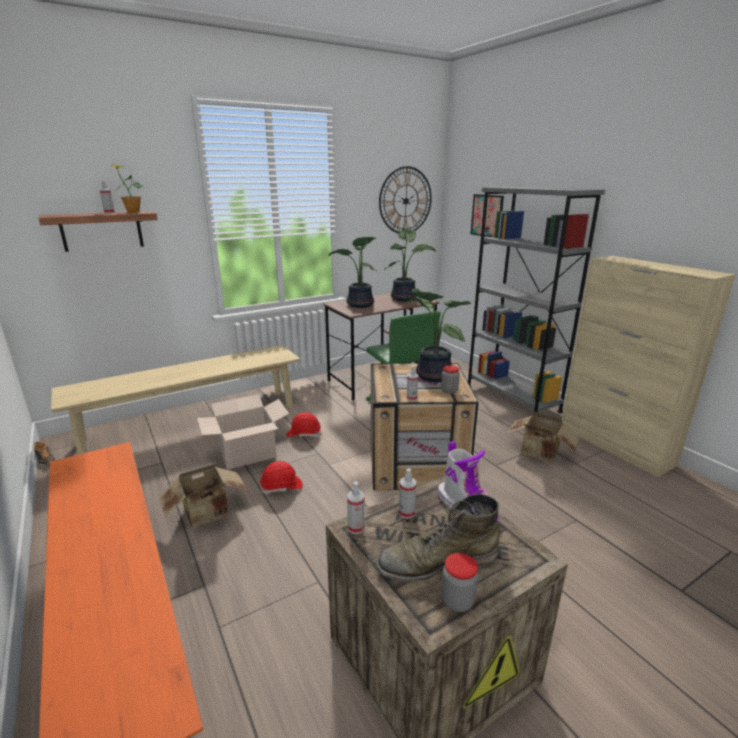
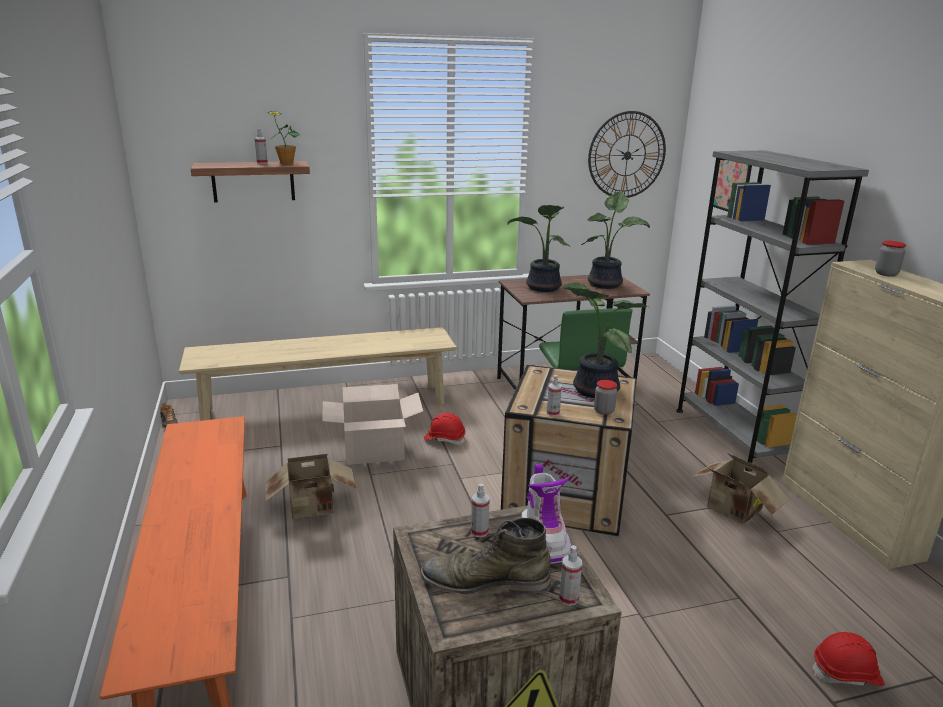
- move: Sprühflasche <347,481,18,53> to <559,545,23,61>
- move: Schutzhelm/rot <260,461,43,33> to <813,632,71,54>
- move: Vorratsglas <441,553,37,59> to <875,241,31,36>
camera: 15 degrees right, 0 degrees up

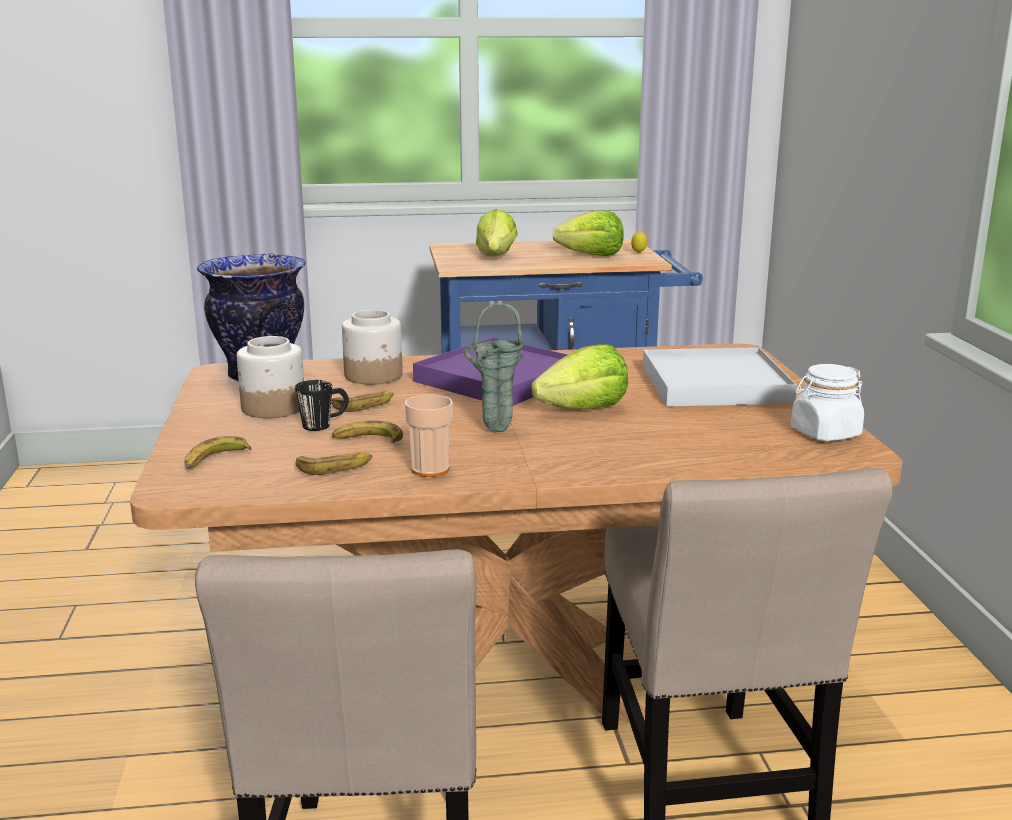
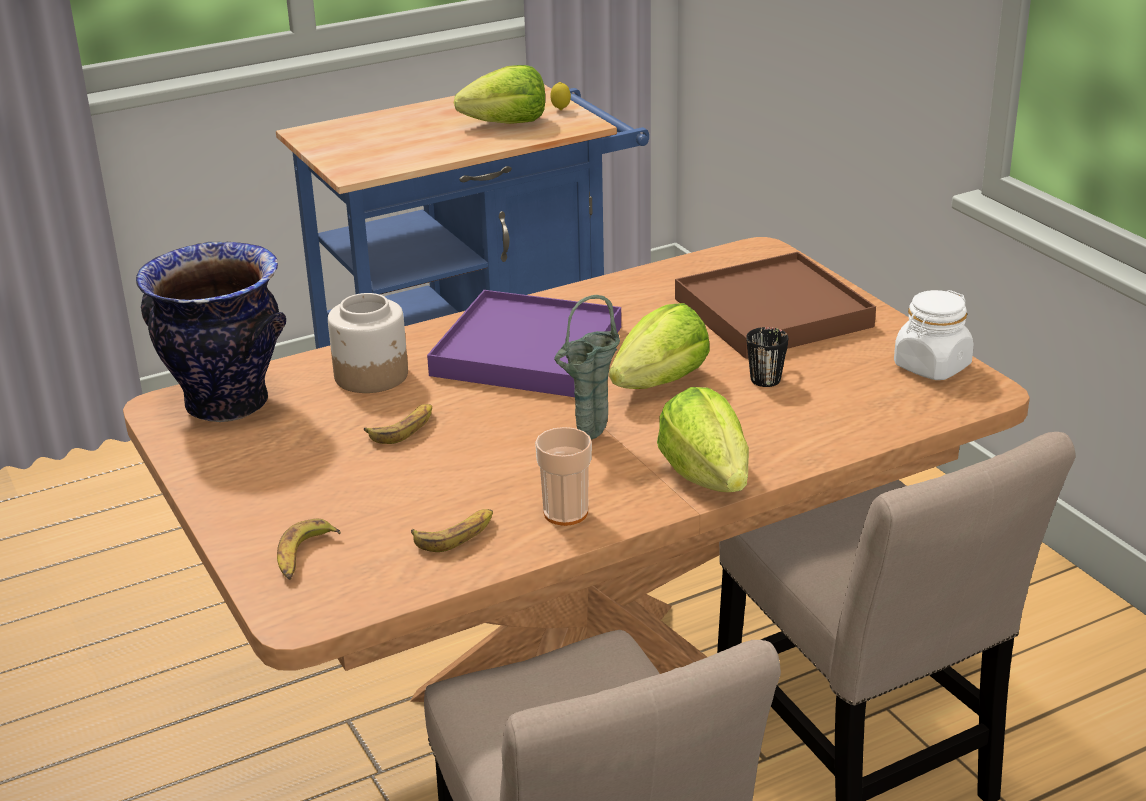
- move: Salatkopf <476,209,42,47> to <657,387,92,105>
- recolor: Tablett/weiß <643,347,154,59> to Tablett/braun <675,252,201,107>
- move: Henkelbecher/schwarz <295,380,54,51> to <746,327,42,60>
- delete: Vorratsglas <237,336,67,82>
- delete: Banane <332,420,71,24>
camera: 20 degrees left, 10 degrees up

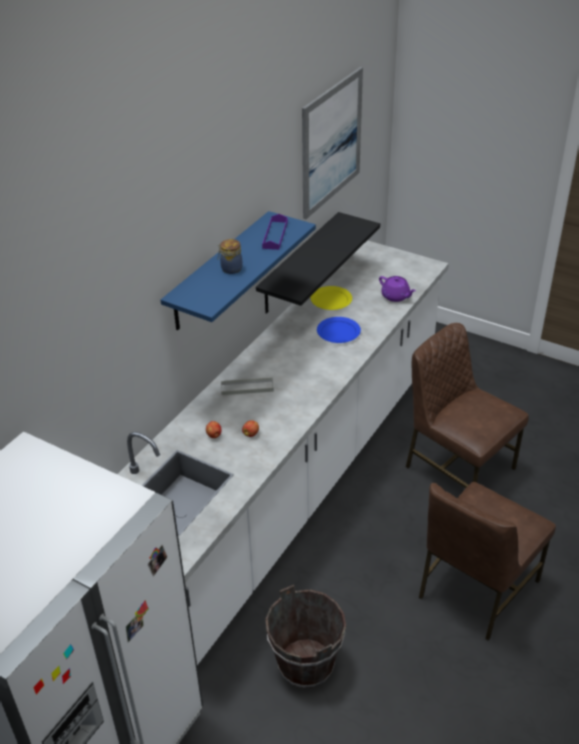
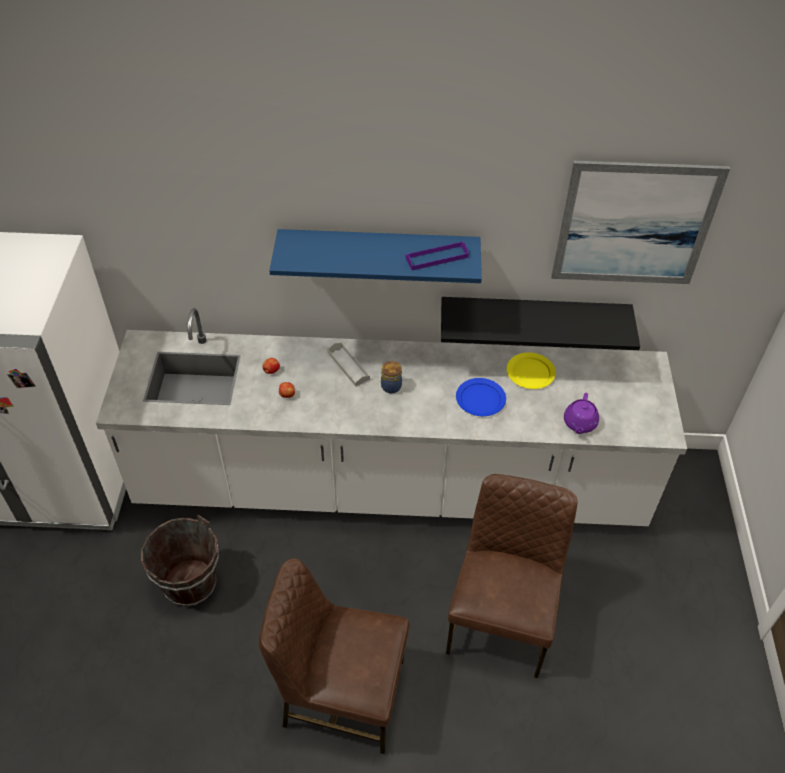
- move: Vorratsglas <218,239,25,35> to <381,360,21,33>
camera: 60 degrees right, 10 degrees up

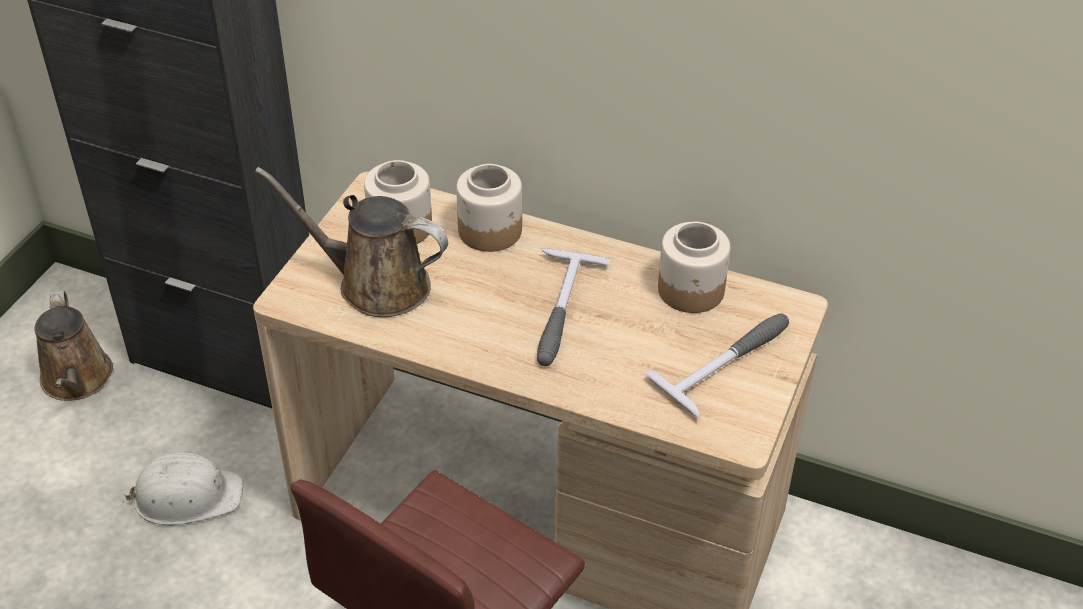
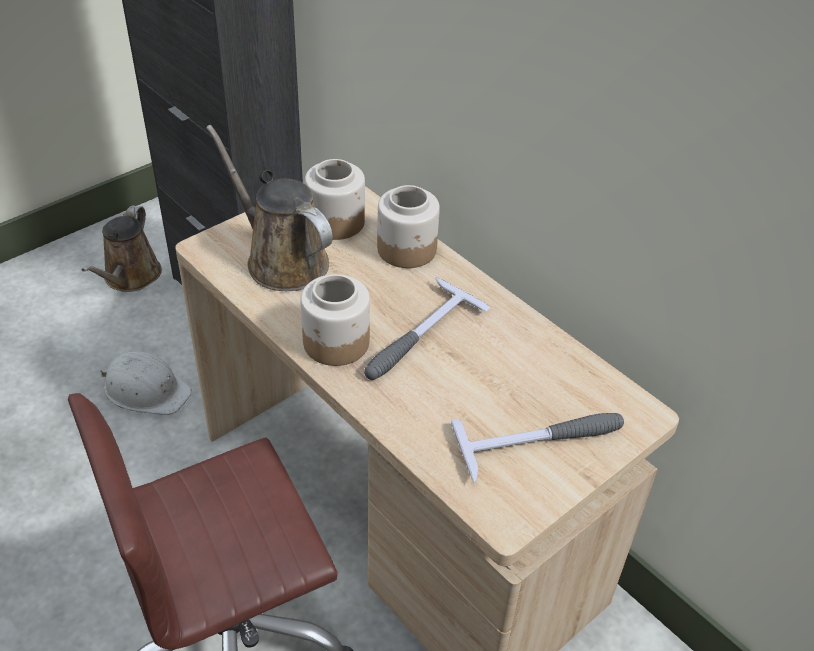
- move: Vorratsglas <658,222,72,91> to <300,274,70,92>
camera: 25 degrees right, 0 degrees up

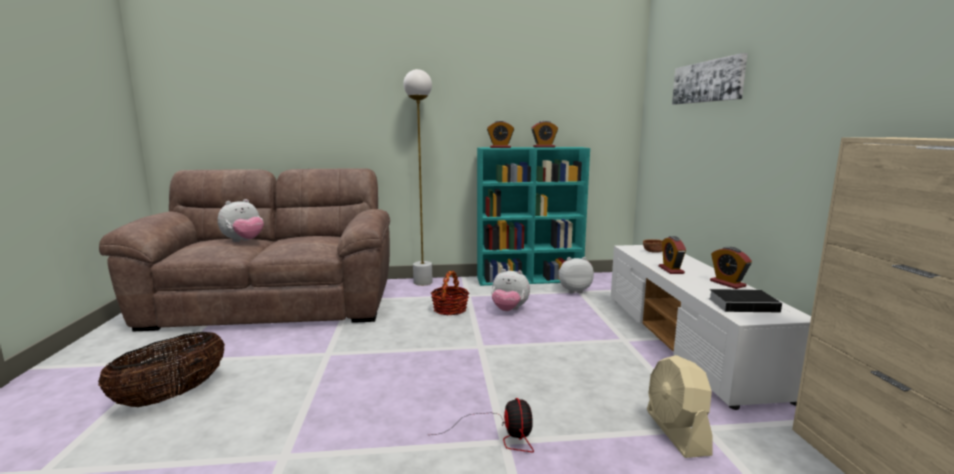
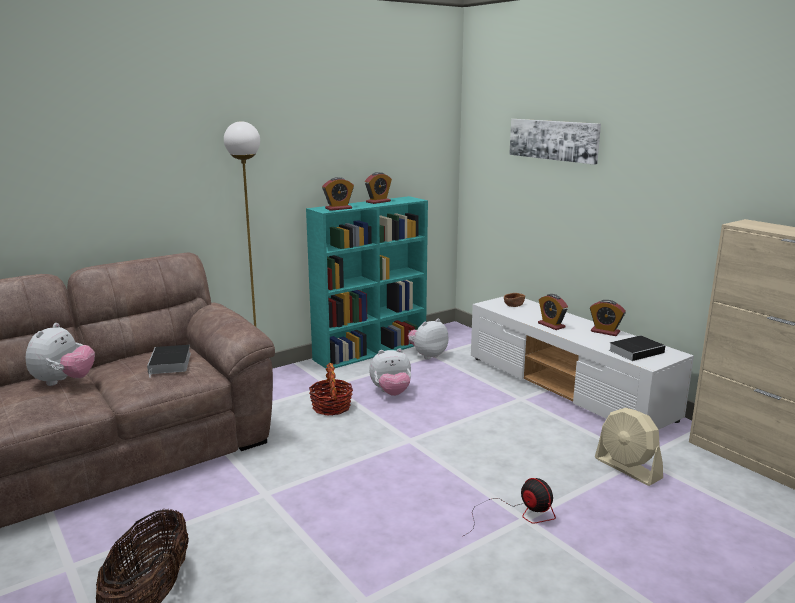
- insert: Buch <147,345,44,33>
camera: 30 degrees left, 5 degrees up

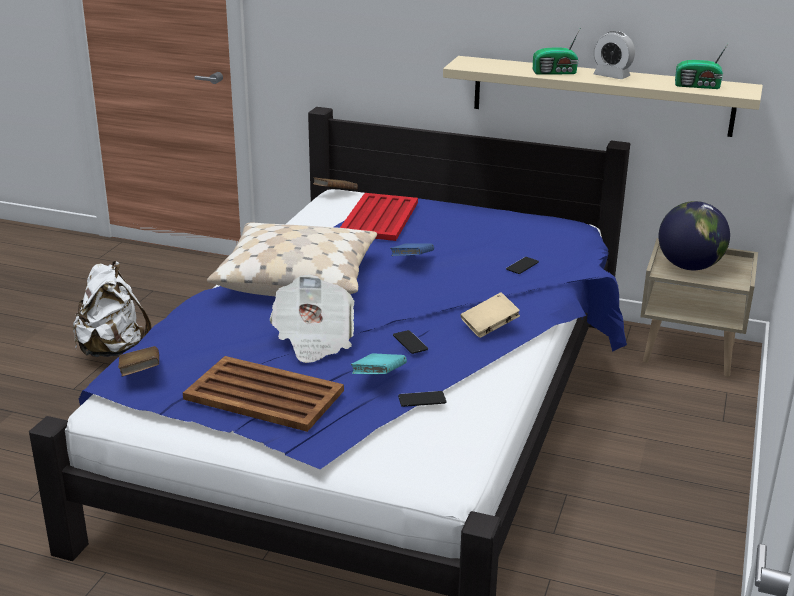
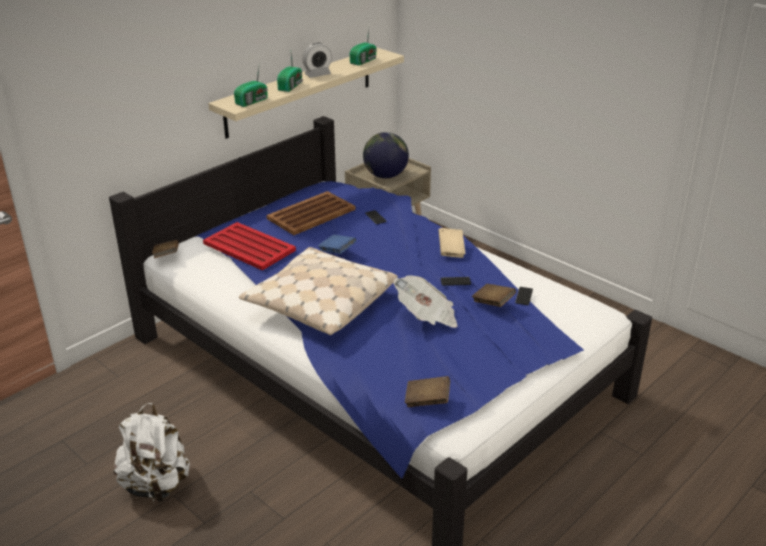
- insert: Radio <234,67,34,40>
- move: Tablett/braun <183,356,161,76> to <266,191,89,44>
- recolor: Buch/türkis <351,354,56,20> to Buch/braun <472,284,44,23>
camera: 65 degrees left, 5 degrees up

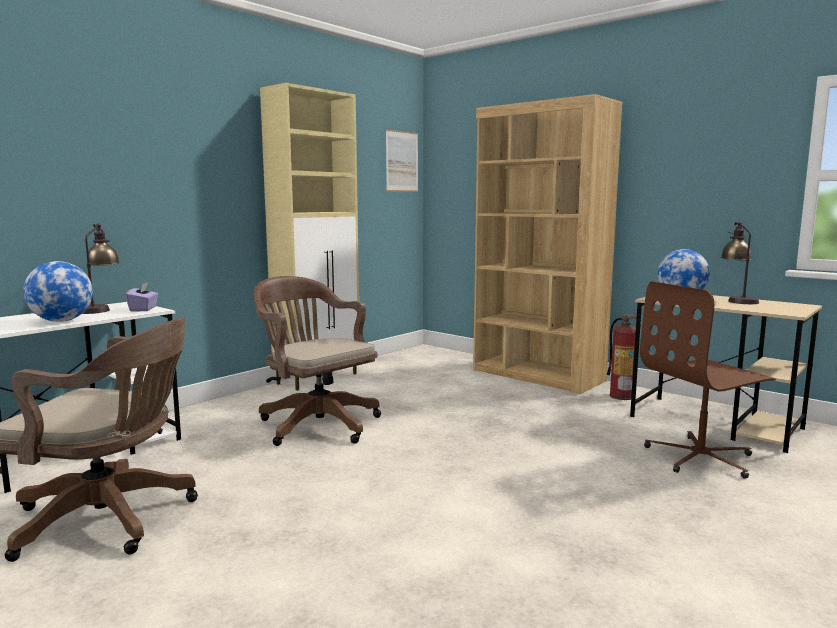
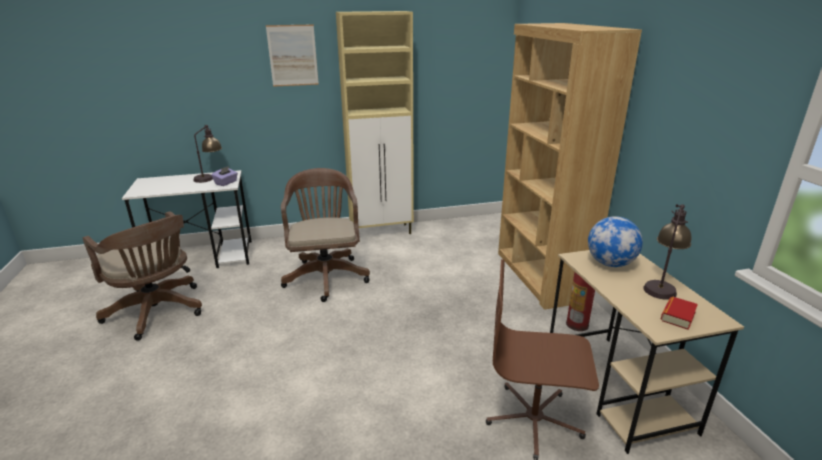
- move: Bild <386,129,32,63> to <266,24,53,63>
- insert: Buch <661,296,37,34>
- delete: Globus <23,261,70,61>
camera: 35 degrees right, 15 degrees up

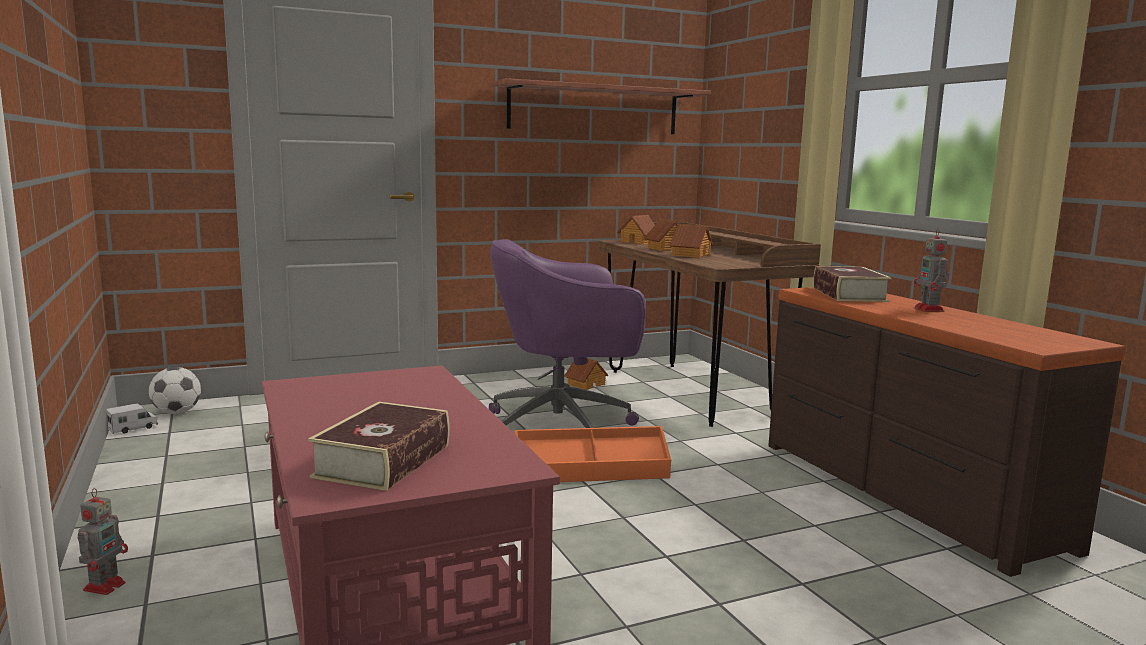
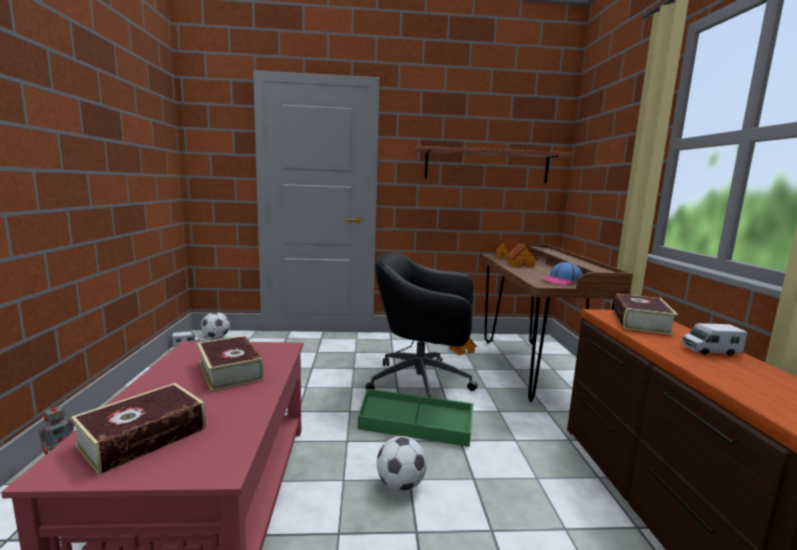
- insert: Buch <197,336,67,55>
- recolor: Aufbewahrungsbox/orange <515,426,156,56> to Aufbewahrungsbox/grün <358,389,115,58>
- recolor: Bürostuhl/lila <489,239,157,189> to Bürostuhl/schwarz <365,253,113,144>
- insert: Fußball <377,436,50,55>
- insert: Kappe <541,262,42,23>
- replace: Spielzeugroboter <914,229,35,83> to Spielzeuglaster <681,323,66,33>
- delete: Spielzeughaus <670,224,43,34>
camera: 20 degrees right, 0 degrees up

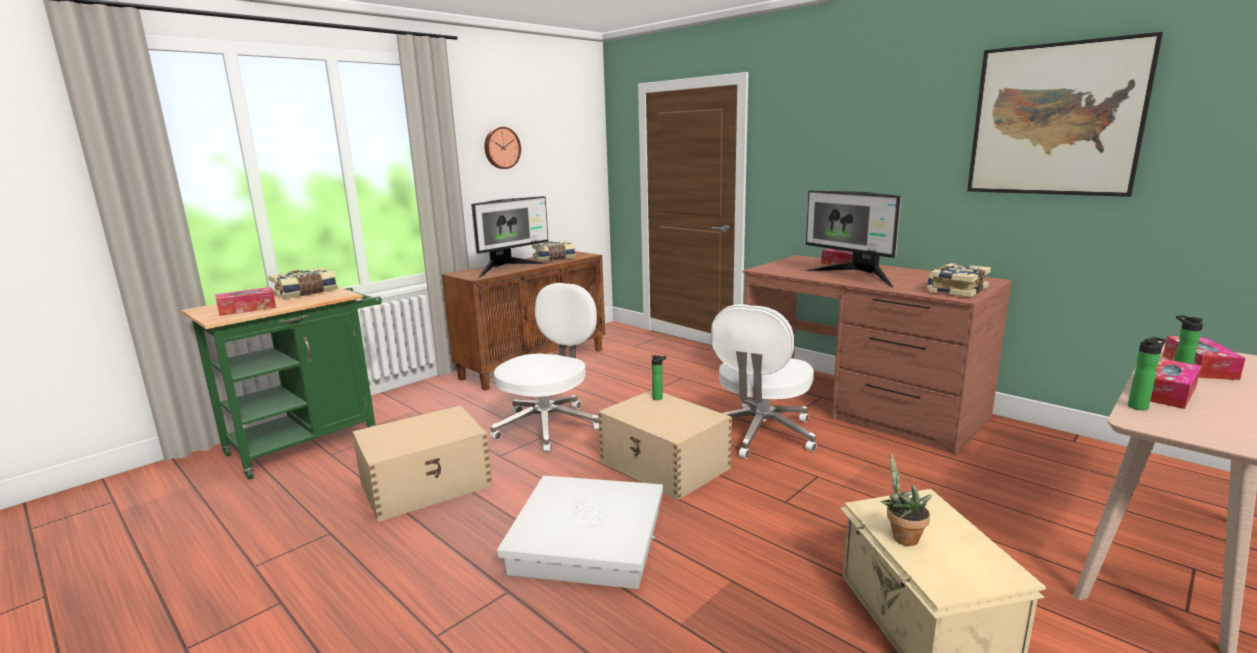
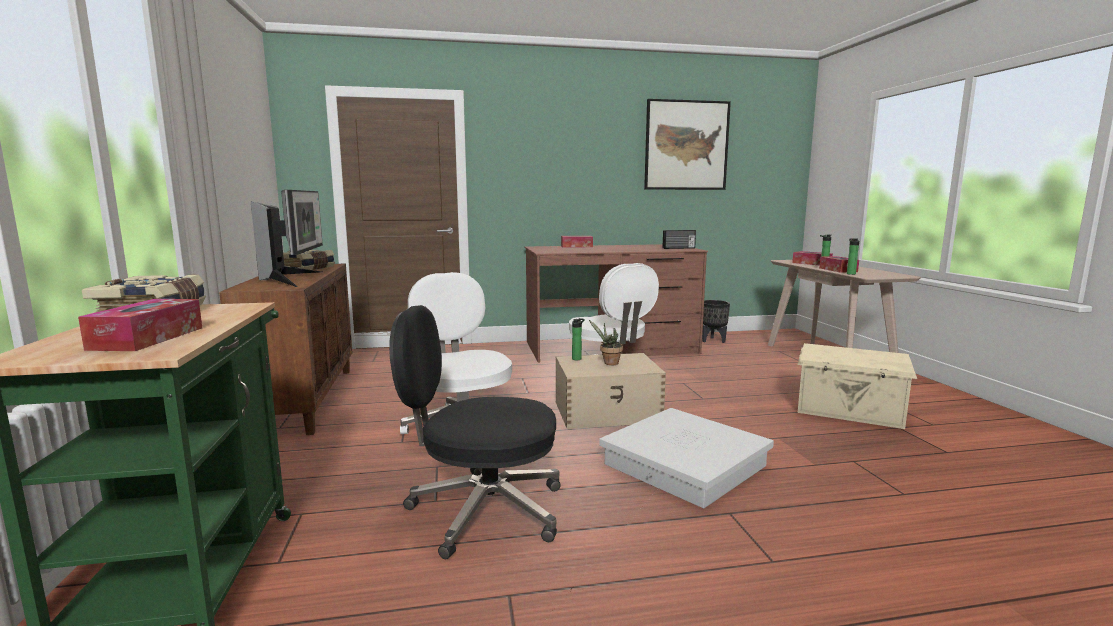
- replace: Aufbewahrungsbox/beige <352,405,140,117> to Bürostuhl/schwarz <389,305,172,254>
- move: Topfpflanze <881,453,51,93> to <589,320,34,45>
- replace: Buch <927,263,64,34> to Radio <662,230,34,19>
- insert: Pflanzkübel/schwarz <702,300,28,43>
- delete: Wanduhr <484,127,37,42>
- delete: Monitor <805,190,97,98>
camera: 55 degrees left, 5 degrees down

